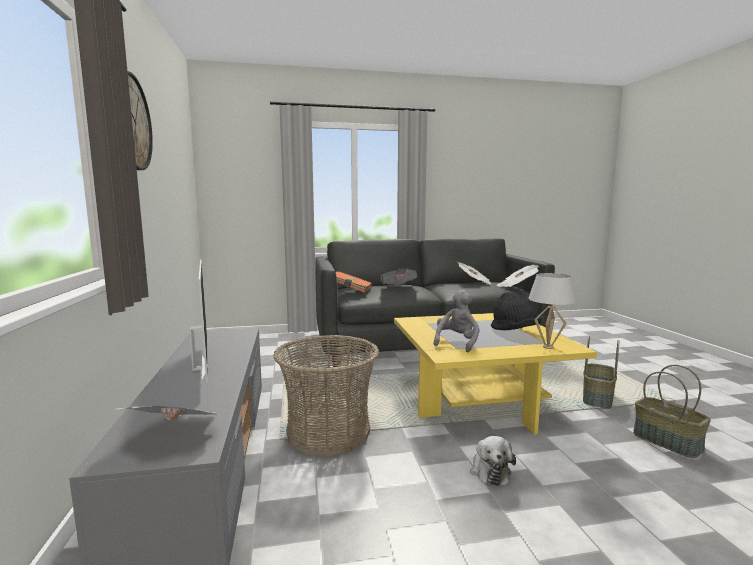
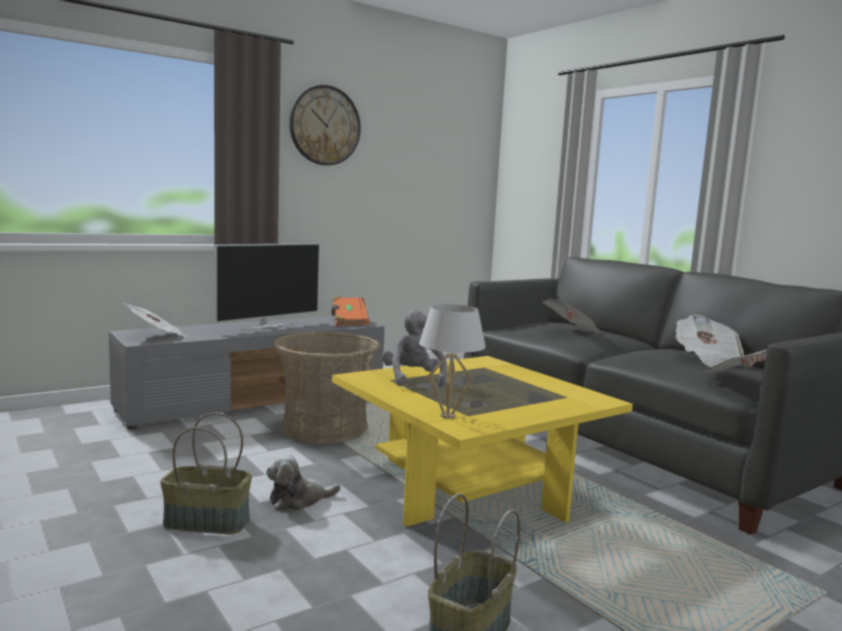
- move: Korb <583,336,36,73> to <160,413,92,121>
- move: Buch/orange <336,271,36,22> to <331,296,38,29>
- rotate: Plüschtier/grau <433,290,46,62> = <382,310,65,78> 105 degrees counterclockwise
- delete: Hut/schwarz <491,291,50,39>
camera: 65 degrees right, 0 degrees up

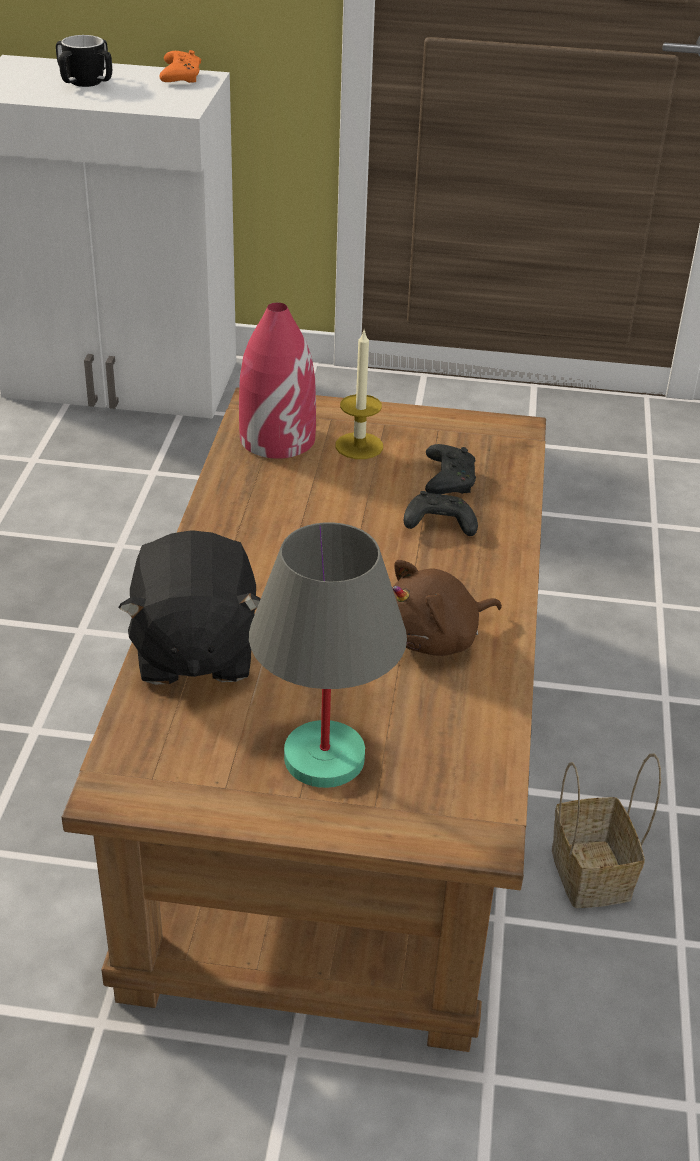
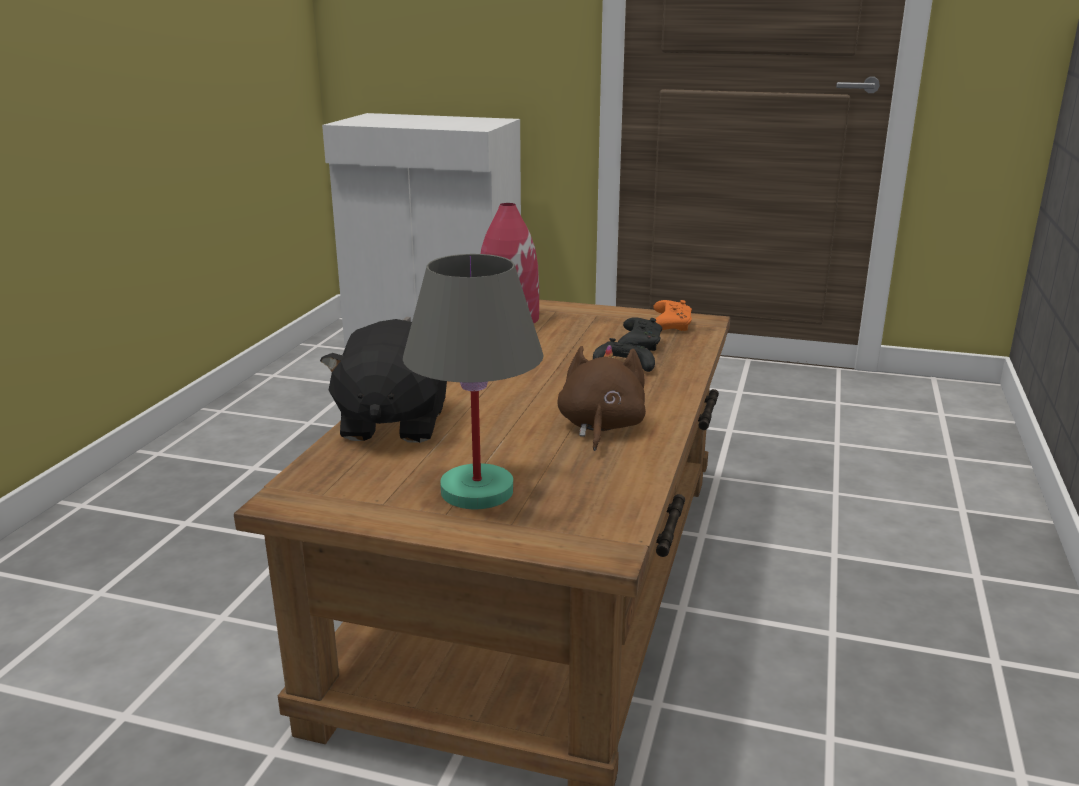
- rotate: Plüschtier/braun <392,560,110,96> = <557,345,89,106> 120 degrees clockwise
- move: Gamepad/orange <160,50,41,33> to <653,300,39,31>
- delete: Henkelbecher <56,35,56,52>
- delete: Kerze <336,331,47,128>
- delete: Korb <552,753,109,155>
camera: 10 degrees right, 15 degrees down

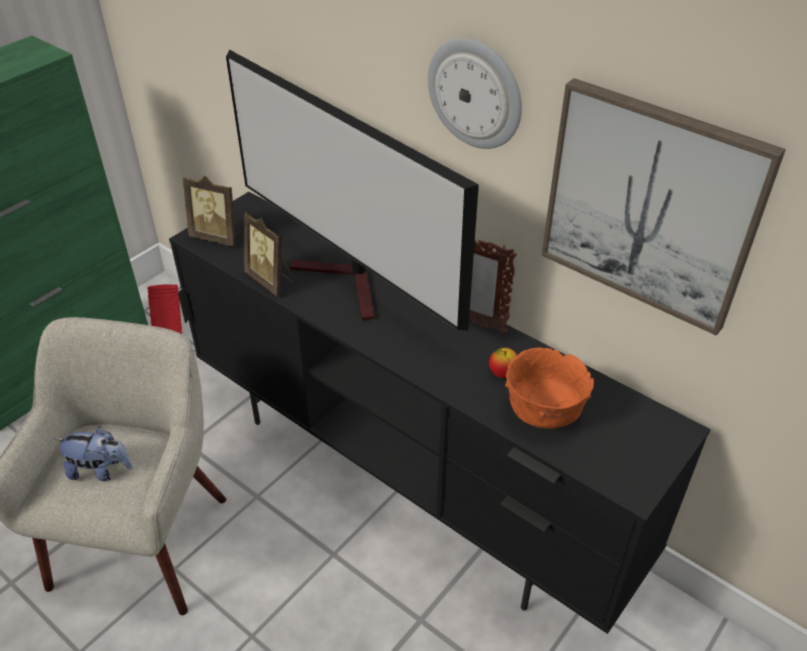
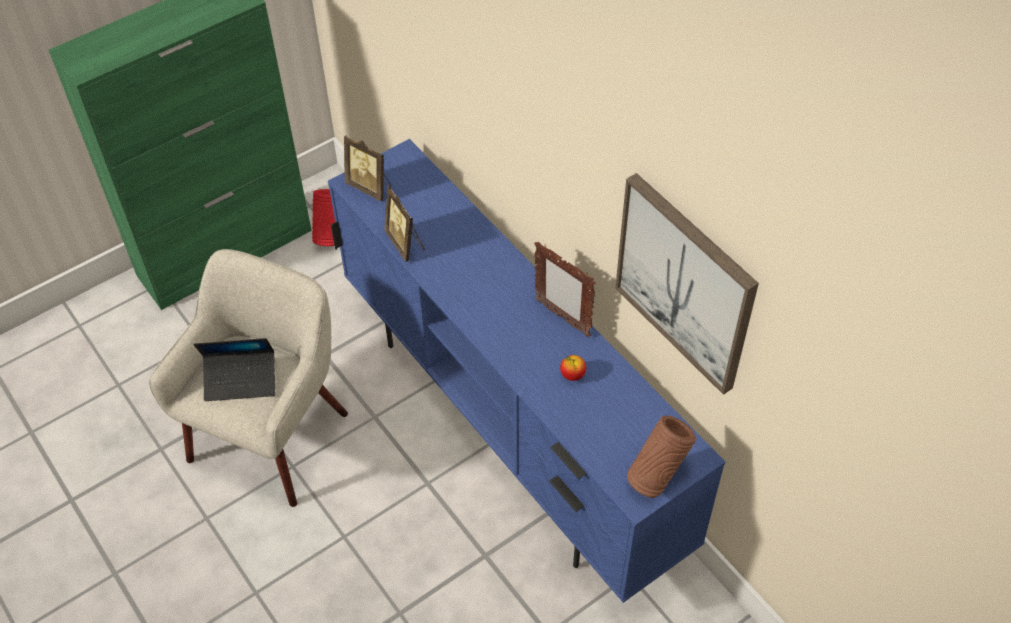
- replace: Plüschtier <55,427,78,54> to Laptop <194,338,81,63>
- recolor: Fernsehschrank/schwarz <169,192,542,442> to Fernsehschrank/blau <328,139,397,464>
- insert: Vase/braun <627,416,69,82>
- delete: Fernseher <226,50,253,281>
- delete: Wanduhr <428,38,94,111>
- delete: Schüssel/orange <505,348,89,81>
camera: 15 degrees right, 10 degrees up

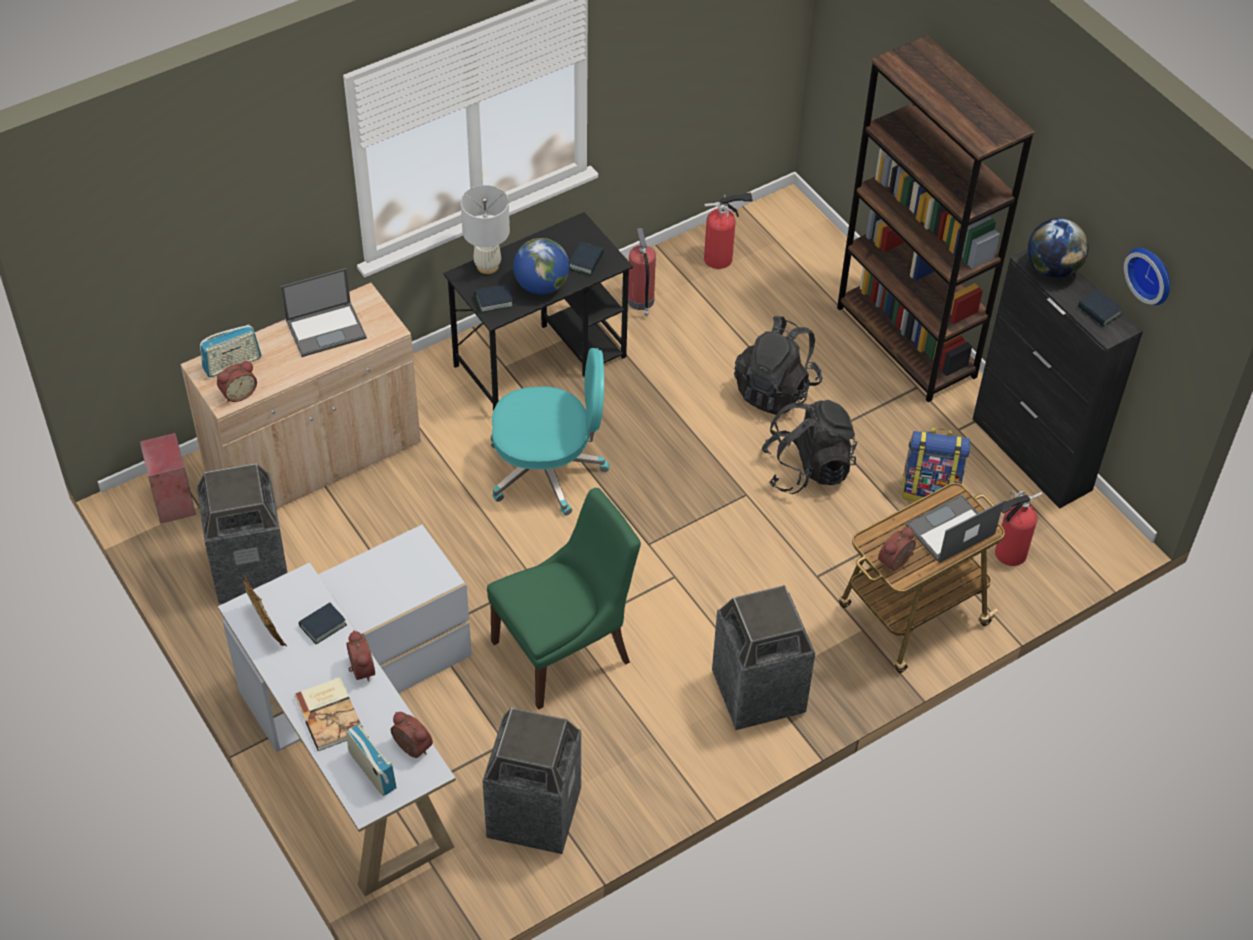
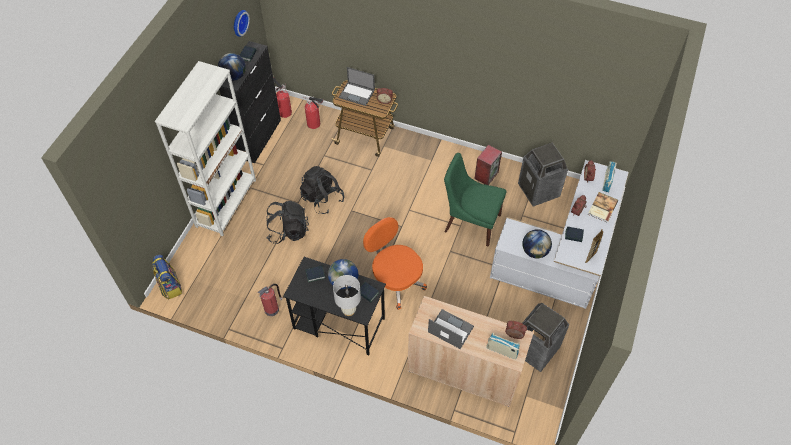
- move: Rucksack <902,428,69,77> to <153,254,29,45>
- recolor: Bücherregal/braun <837,35,198,367> to Bücherregal/weiß <155,61,101,175>
- move: Feuerlöscher <704,192,49,77> to <273,77,19,41>
- recolor: Bürostuhl/türkis <491,348,119,168> to Bürostuhl/orange <363,217,64,93>
- move: Lautsprecher <139,433,57,91> to <474,145,28,40>
- insert: Globus <522,229,30,29>
- delete: Mülleimer <712,585,103,145>
camera: 125 degrees left, 5 degrees up

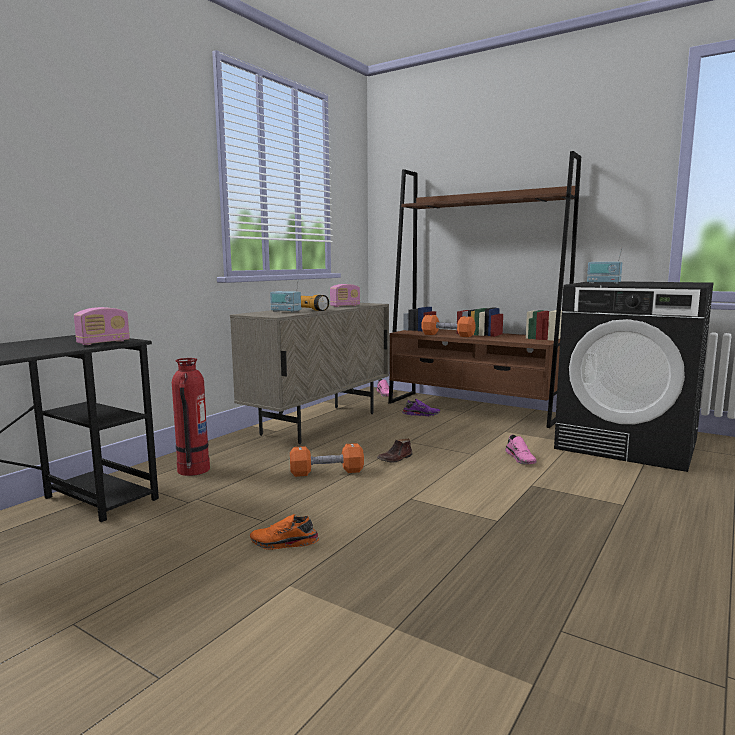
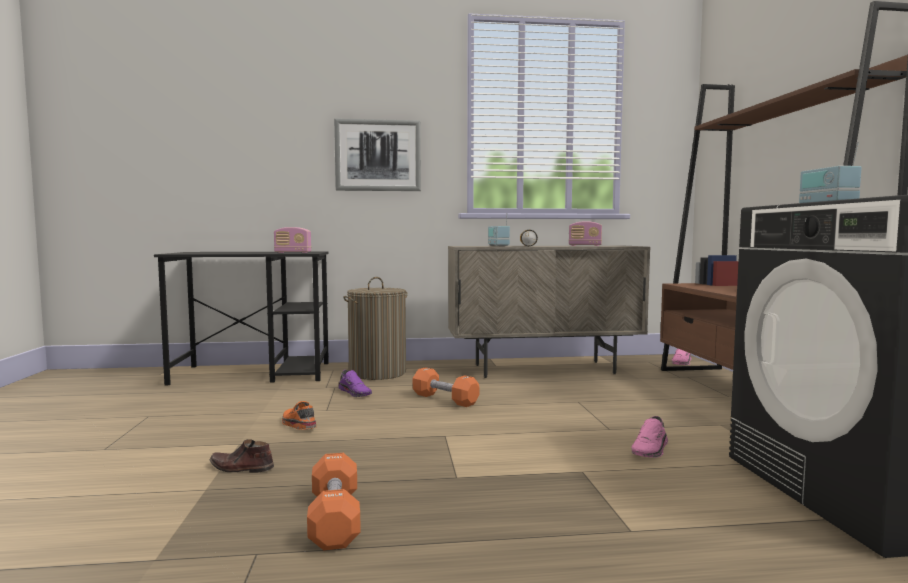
- move: Schuh/braun <377,439,36,24> to <209,439,65,34>
- move: Hantel/orange <421,315,55,22> to <307,453,54,97>
- insert: Bild <334,118,87,73>
- move: Schuh/lila <402,399,38,17> to <338,370,34,27>
- replace: Feuerlöscher <172,358,38,118> to Wäschekorb <343,277,65,103>
camera: 50 degrees right, 5 degrees down

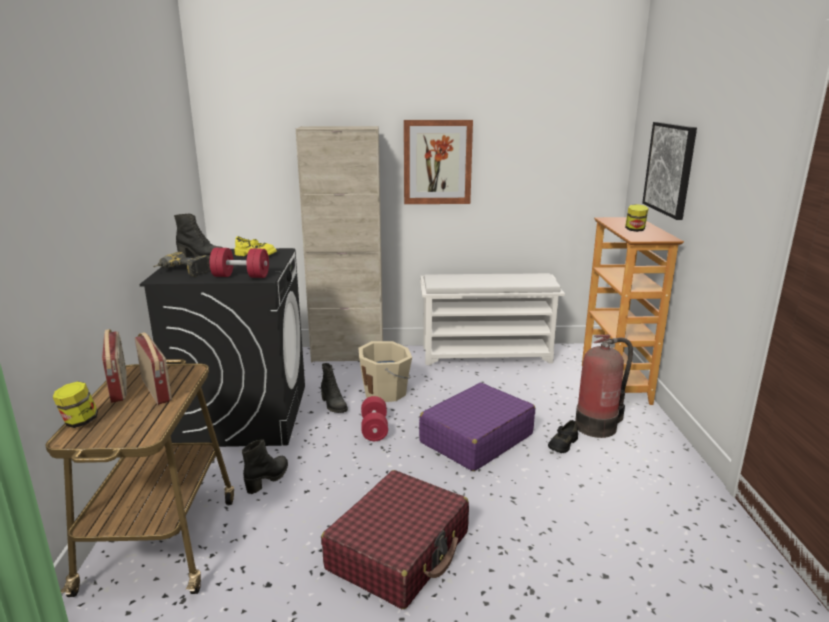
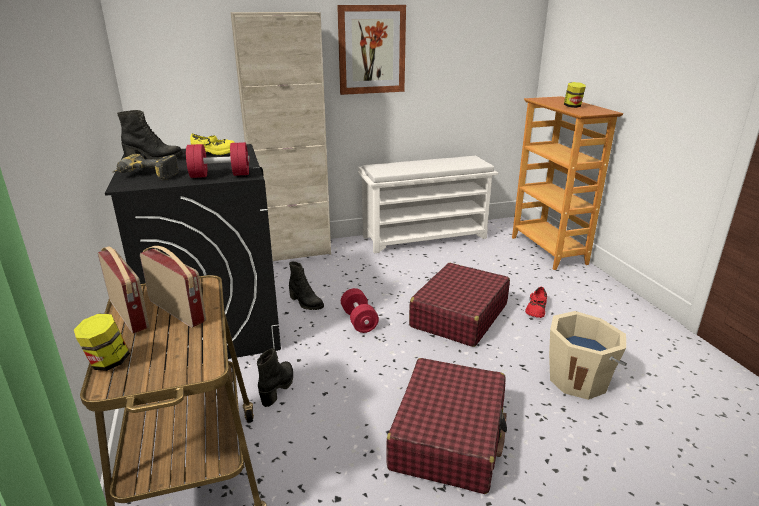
- recolor: Koffer/lila <419,383,116,88> to Koffer/rot <409,263,101,84>
- recolor: Schuh/schwarz <548,420,30,33> to Schuh/rot <525,287,22,31>
- move: Eimer/beige <358,341,54,61> to <549,311,78,89>
- delete: Feuerlöscher <575,335,58,103>
- delete: Bild <642,122,55,98>
camera: 15 degrees left, 5 degrees up

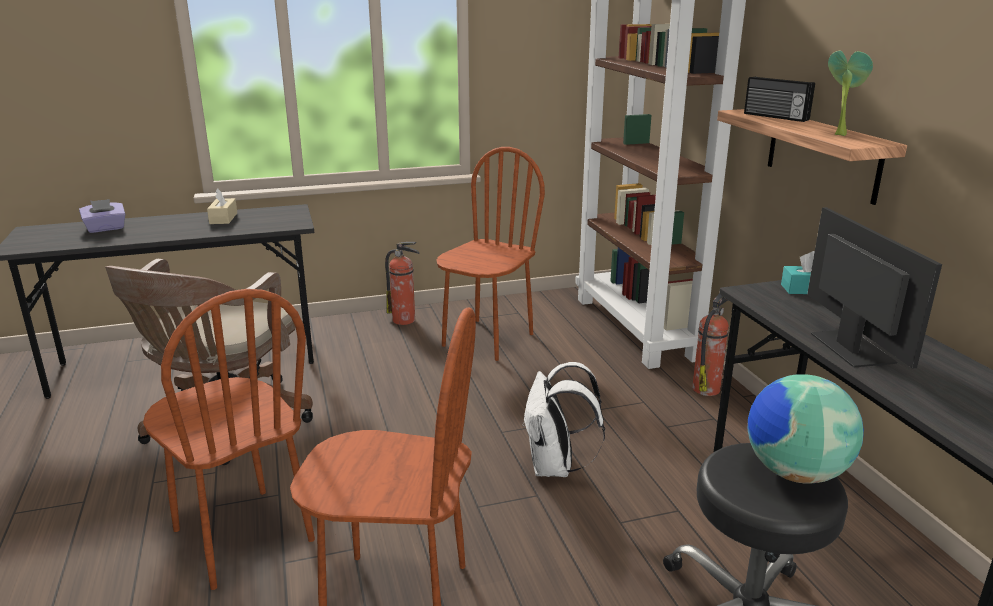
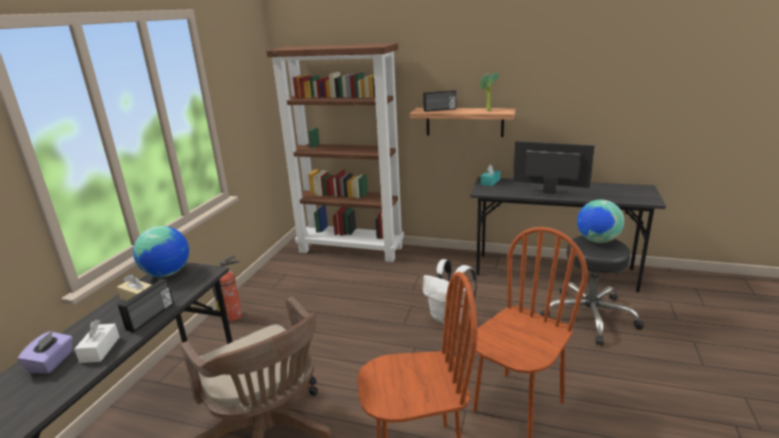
- insert: Taschentuchbox/weiß <74,320,46,43>
- insert: Radio <118,279,56,54>
- insert: Globus <133,226,56,51>
- delete: Stuhl/braun <436,147,109,214>
- delete: Feuerlöscher <692,294,37,102>
camera: 55 degrees left, 0 degrees up

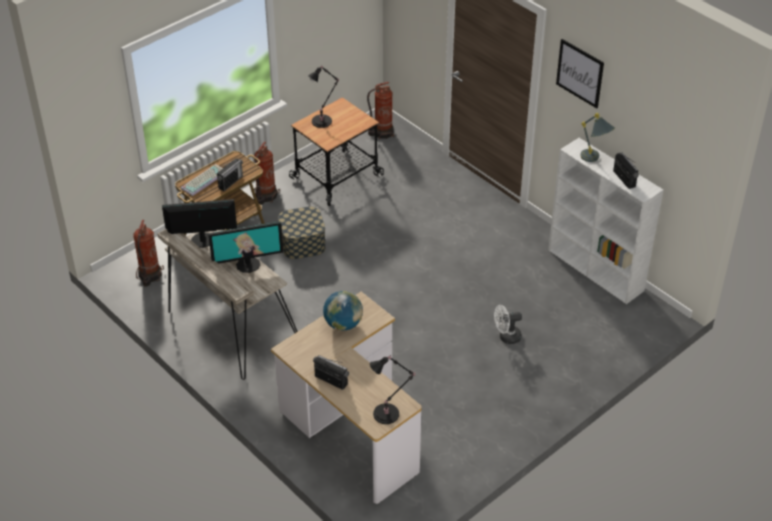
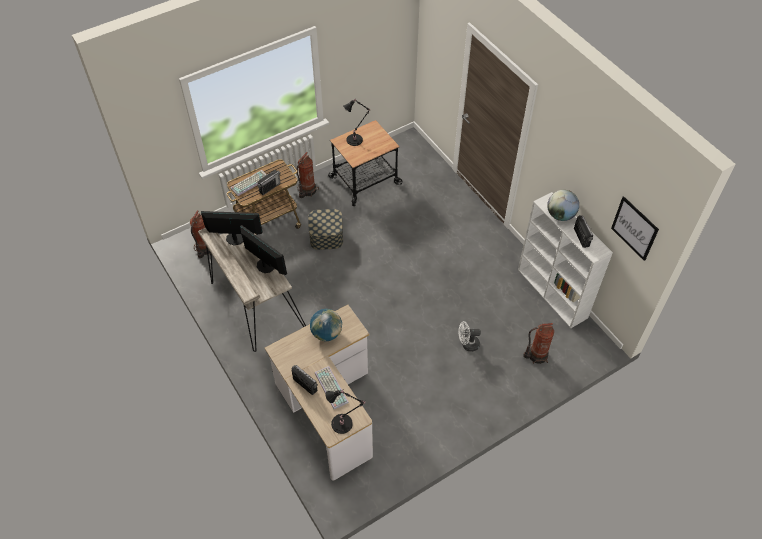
- rotate: Monitor <208,221,75,52> = <240,225,47,50> 135 degrees counterclockwise
- insert: Tastatur <315,366,34,43>
- move: Feuerlöscher <367,82,27,57> to <523,323,31,41>
- replace: Tischlampe/grau <580,113,35,49> to Globus <547,190,32,31>
- move: Bild <556,39,48,69> to <611,196,48,65>
camera: 10 degrees right, 10 degrees up

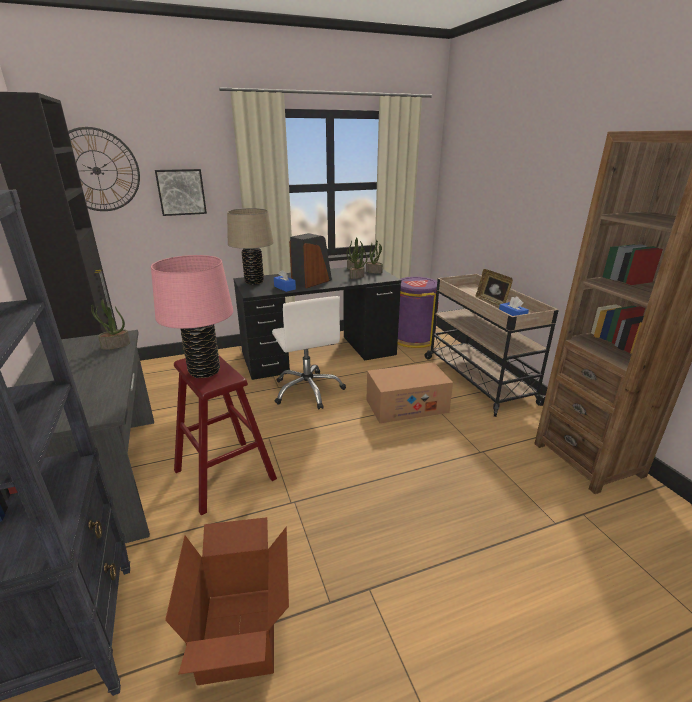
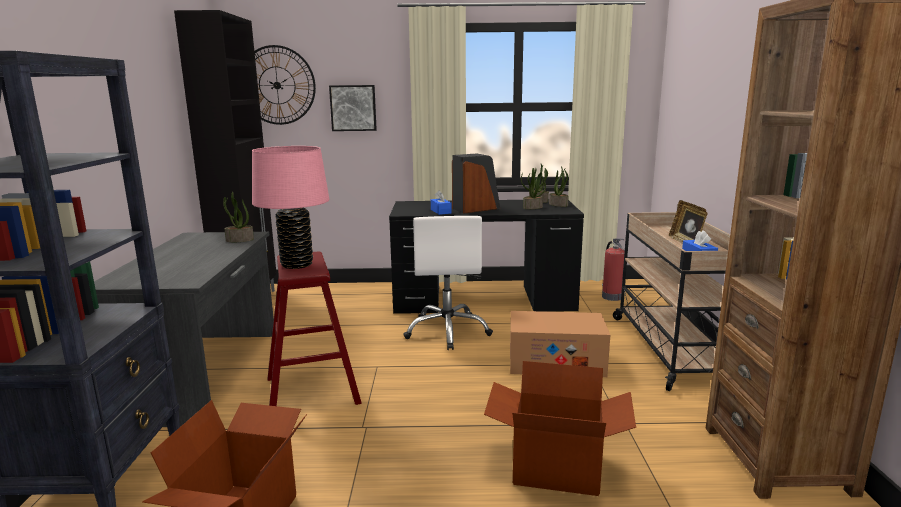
- insert: Karton <484,361,152,135>
- replace: Mülleimer/lila <397,277,42,71> to Feuerlöscher <602,238,23,63>
- delete: Tischlampe/beige <227,208,46,77>
camera: 20 degrees right, 10 degrees down

